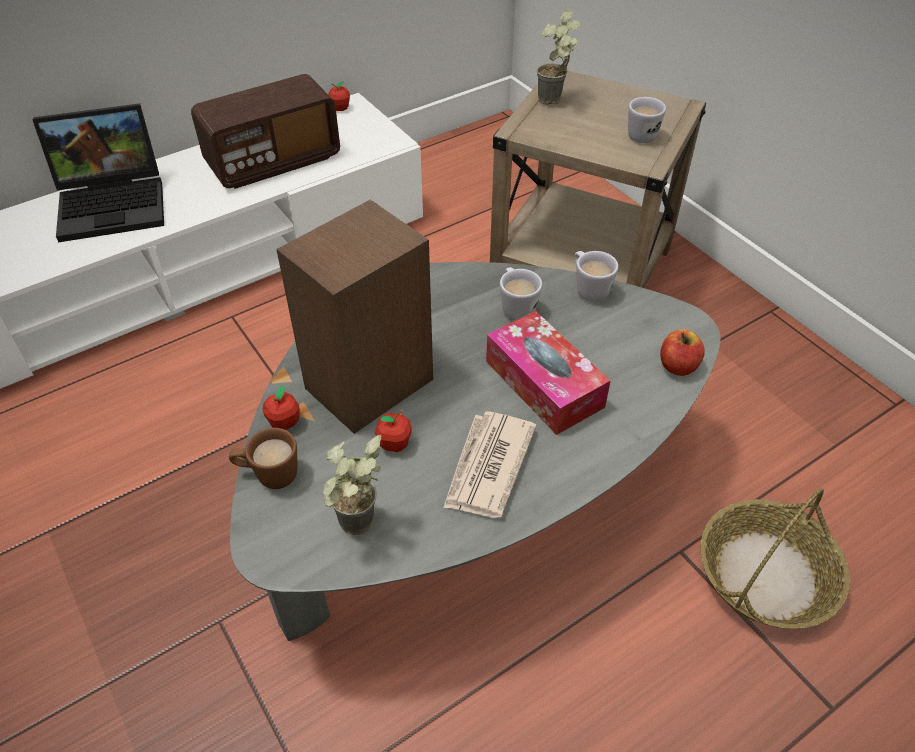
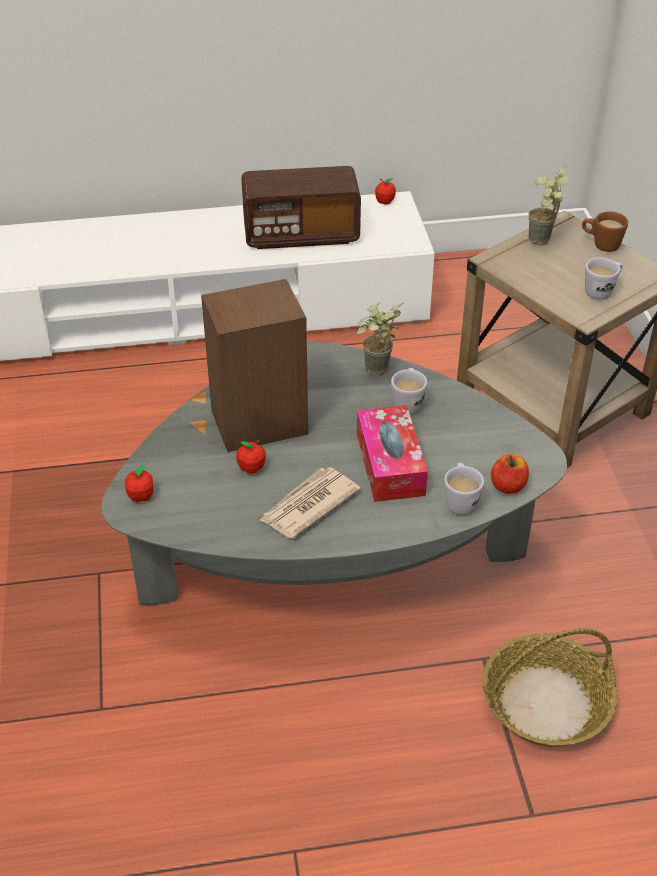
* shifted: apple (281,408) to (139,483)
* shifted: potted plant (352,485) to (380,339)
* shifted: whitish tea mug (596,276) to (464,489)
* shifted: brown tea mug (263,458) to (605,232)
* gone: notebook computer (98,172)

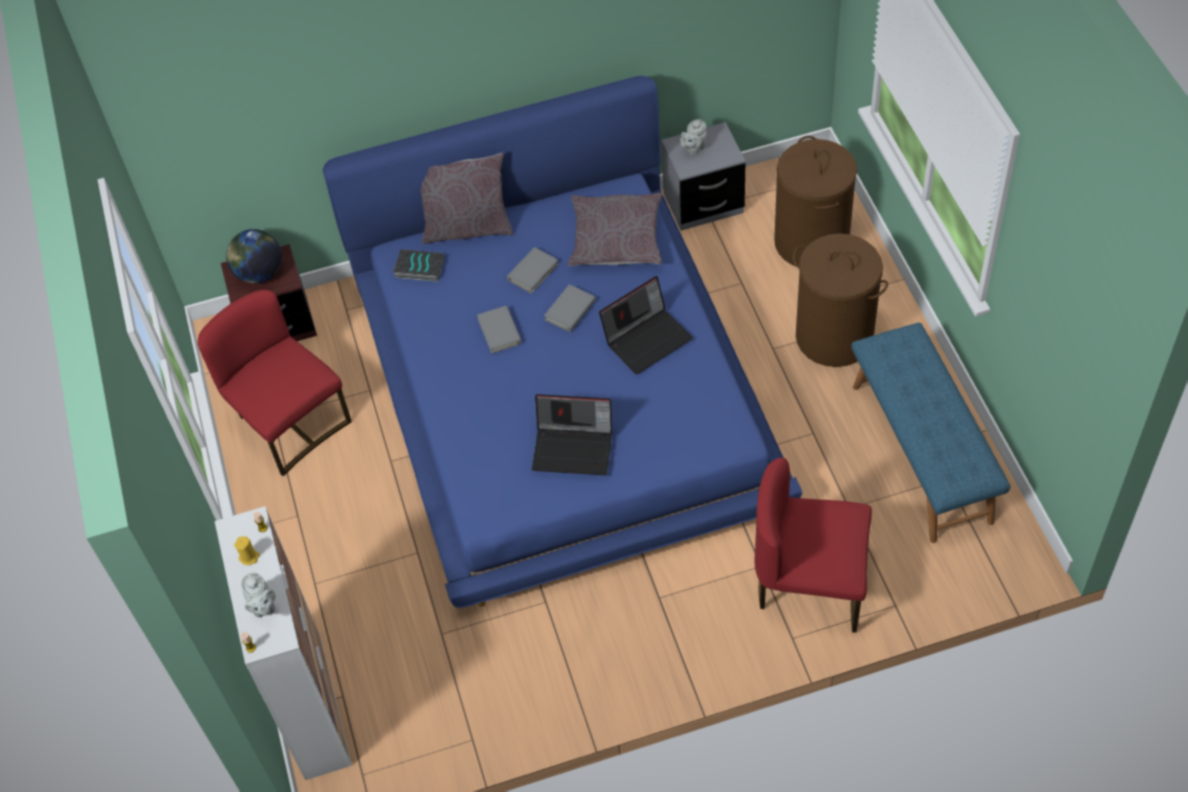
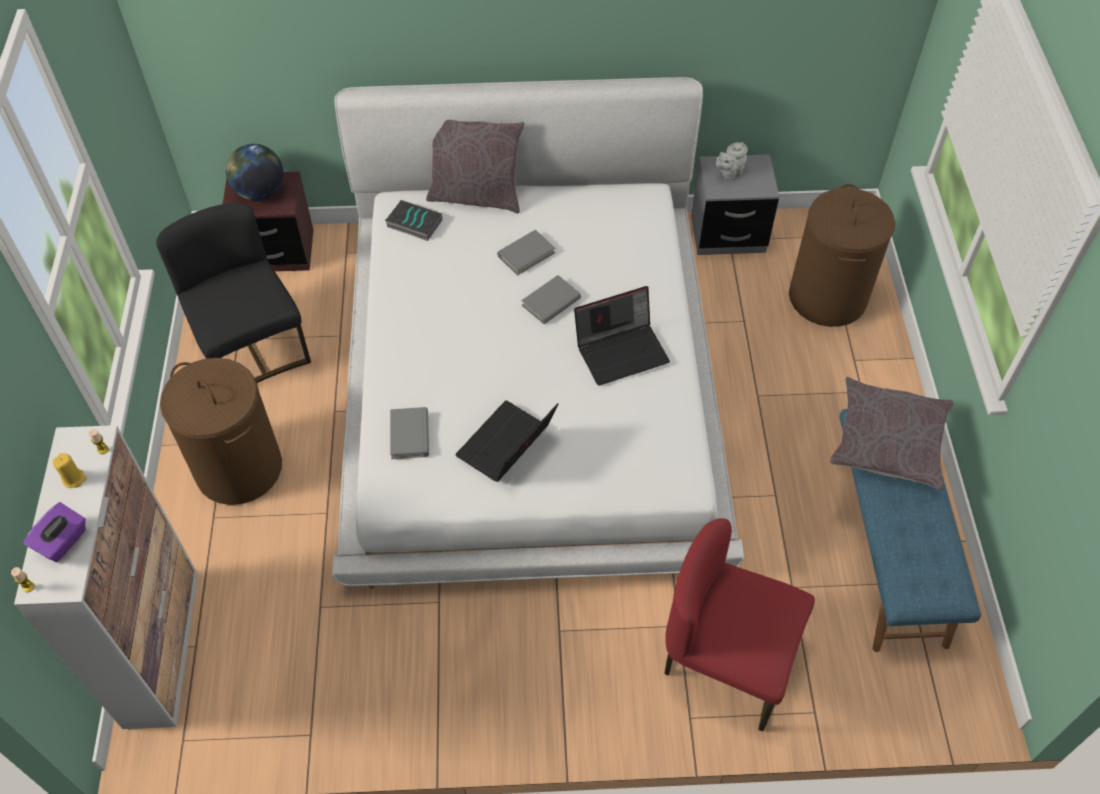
* swapped: greyish teapot (258,595) to purplish box of tissues (54,532)
* repainted: red upright chair (275,383) to blackish upright chair (233,293)
* shifted: brown hamper (840,300) to (221,431)
* repainted: blue-coloured bed (562,342) to whitish bed (538,333)
* shifted: greyish bound book (499,330) to (409,433)
* rotated: notebook computer (572,434) = (507,441) 105 degrees clockwise
* shifted: greyish cushion (615,229) to (892,433)

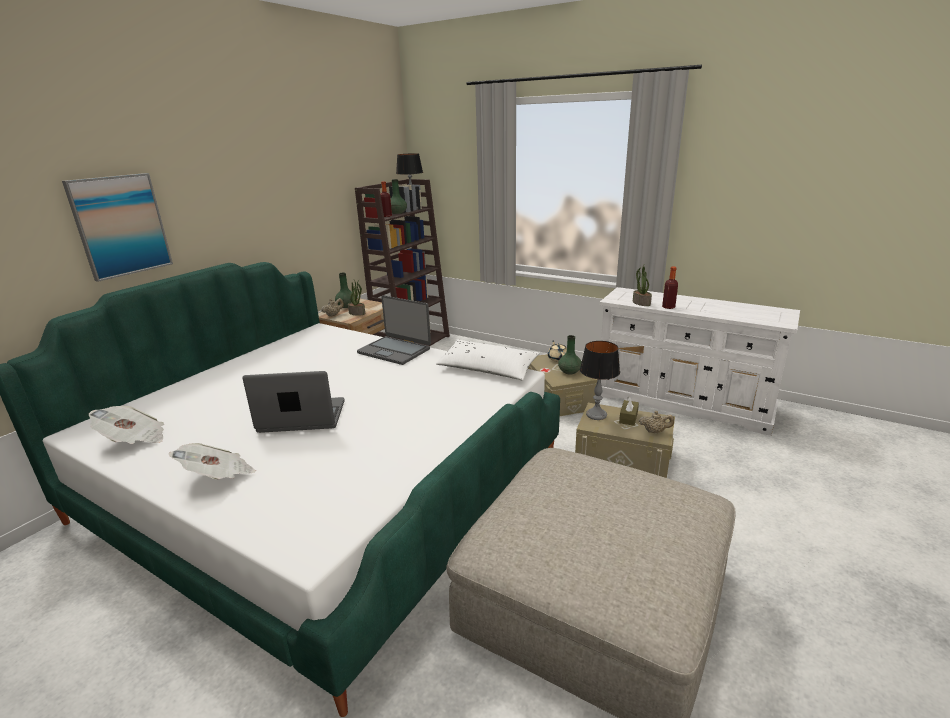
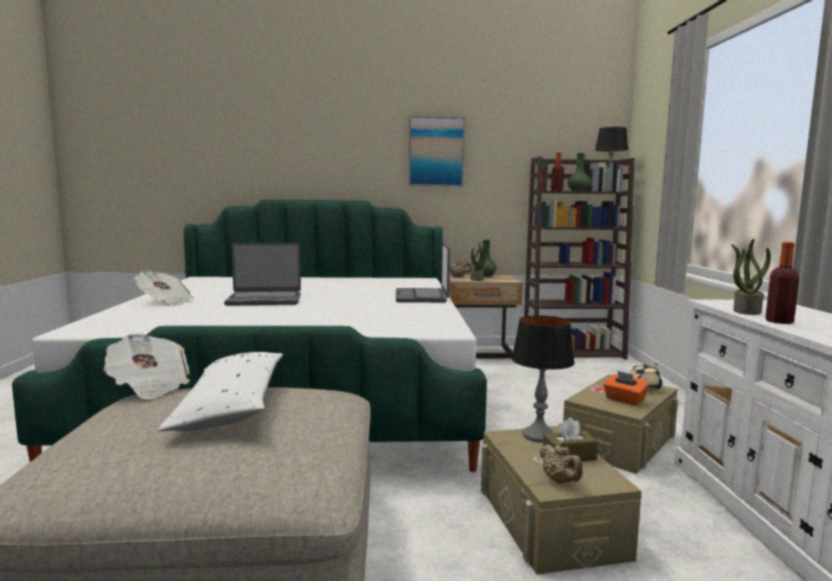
* shifted: daily paper (126,425) to (146,366)
* shifted: whitish cushion (488,359) to (220,391)
* rotated: notebook computer (293,402) = (262,274) 120 degrees clockwise
* shifted: wall art (117,227) to (437,151)
* swapped: green-coloured decorative vase (570,354) to orangey box of tissues (626,388)

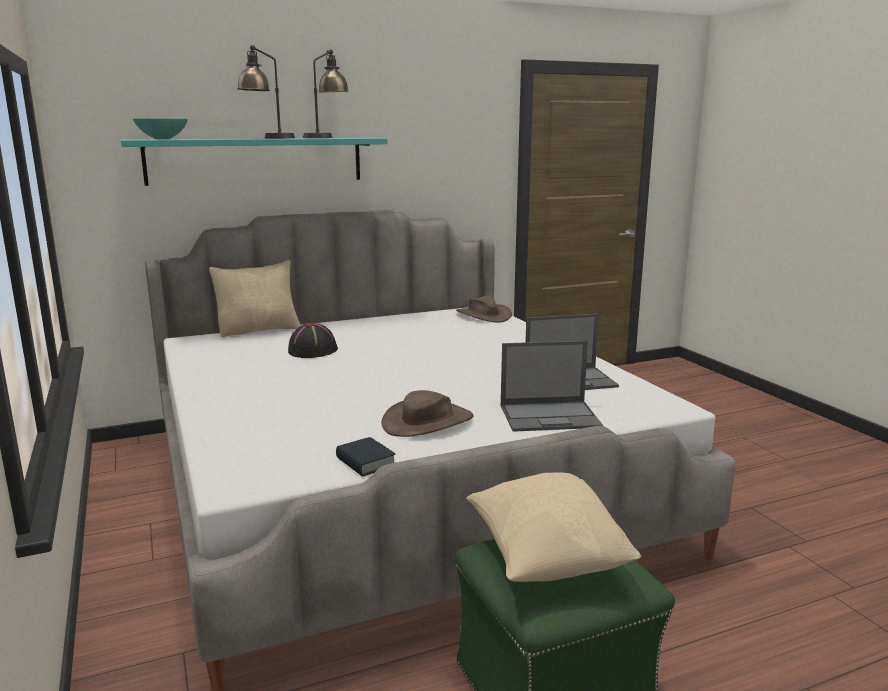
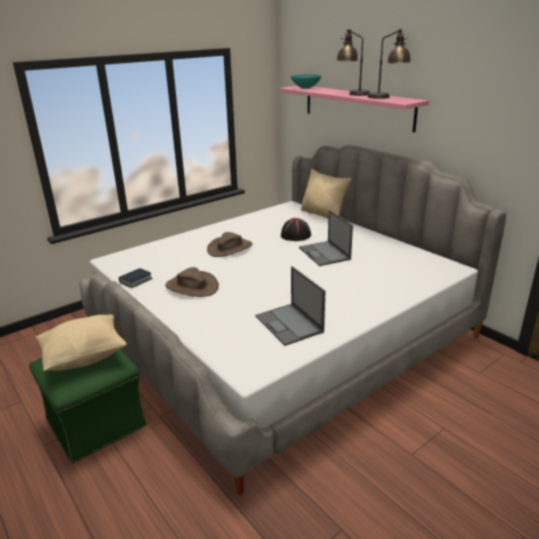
* shifted: brown clothing hat (484,309) to (229,244)
* repainted: turquoise wall shelf (254,162) to pink wall shelf (354,109)
* shifted: notebook computer (551,386) to (326,238)

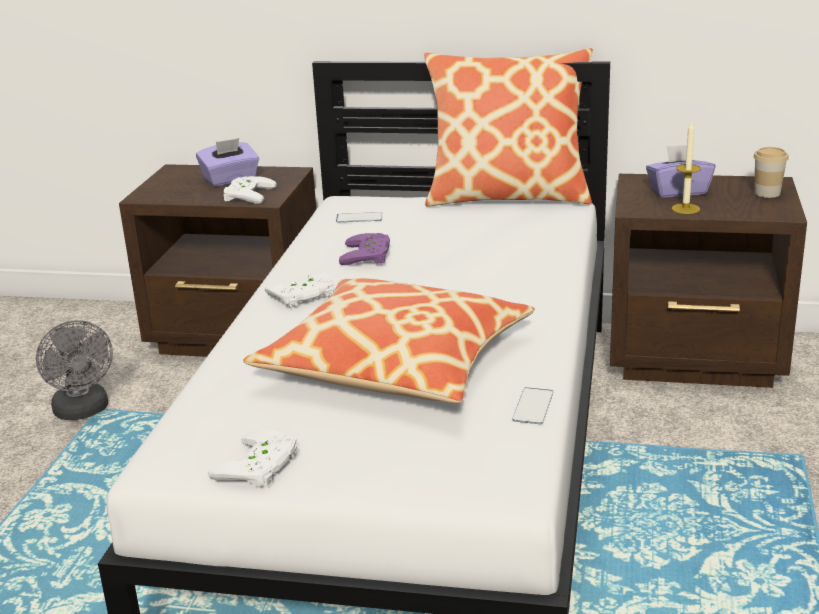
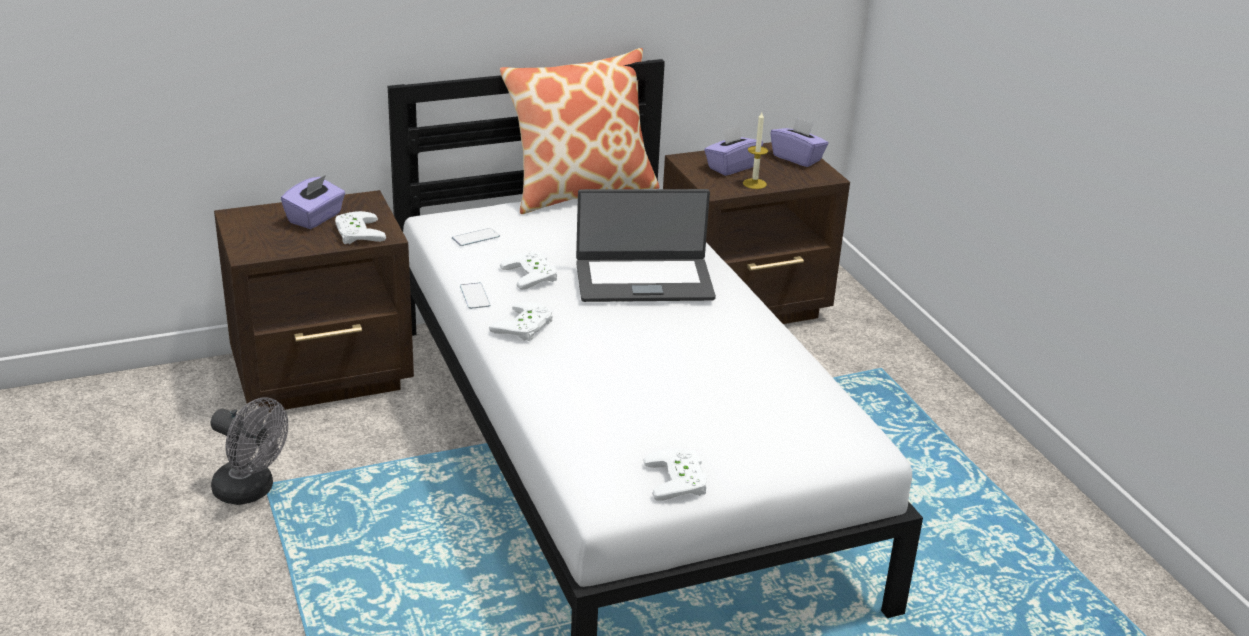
* shifted: handset (533,405) to (475,296)
* repainted: purplish gamepad (364,249) to whitish gamepad (528,271)
* new: notebook computer (646,245)
* swapped: small cup (771,172) to purplish box of tissues (799,142)
* gone: cushion (389,340)

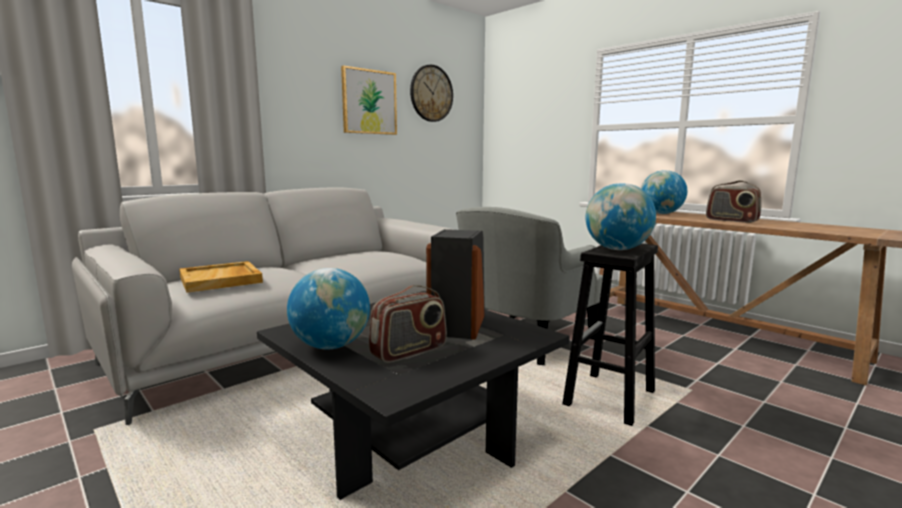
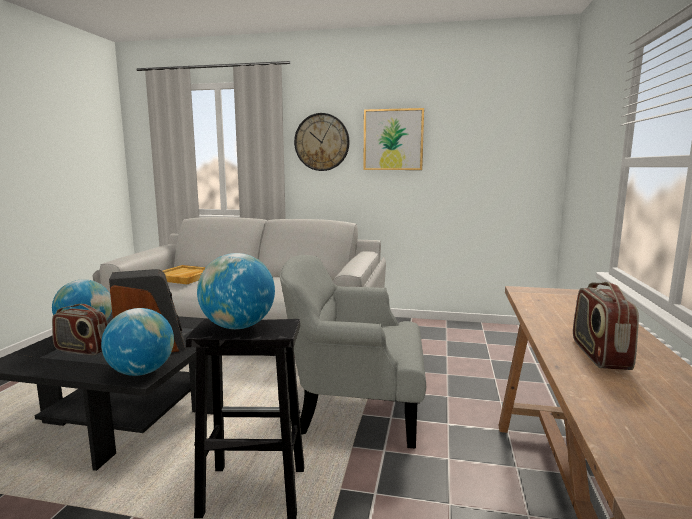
* shifted: world globe (664,192) to (137,342)
* shifted: clock on the wall (431,93) to (322,142)

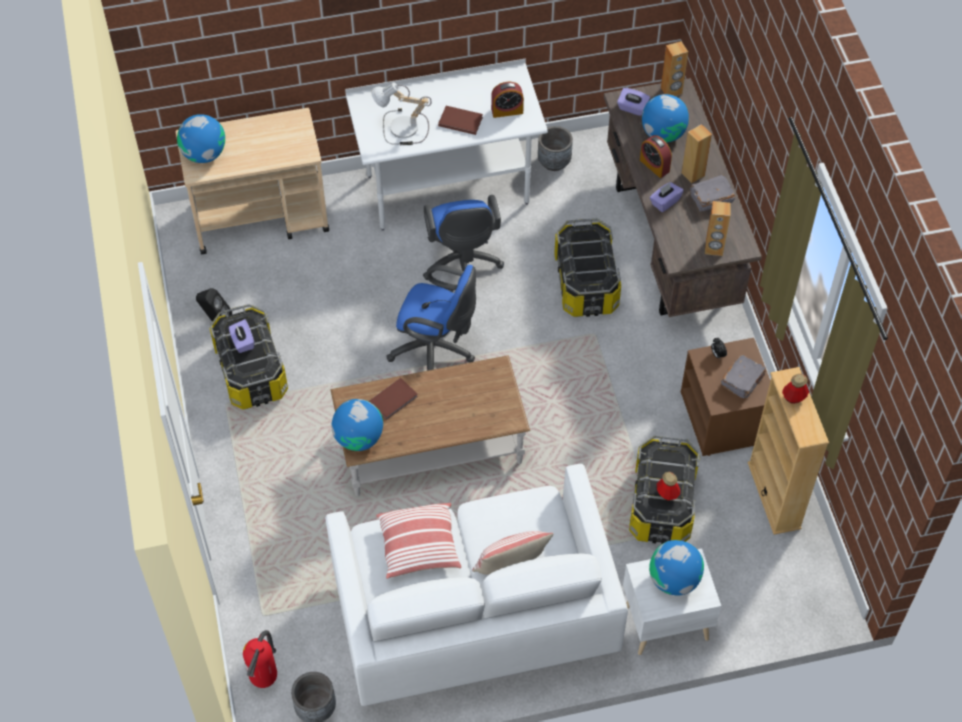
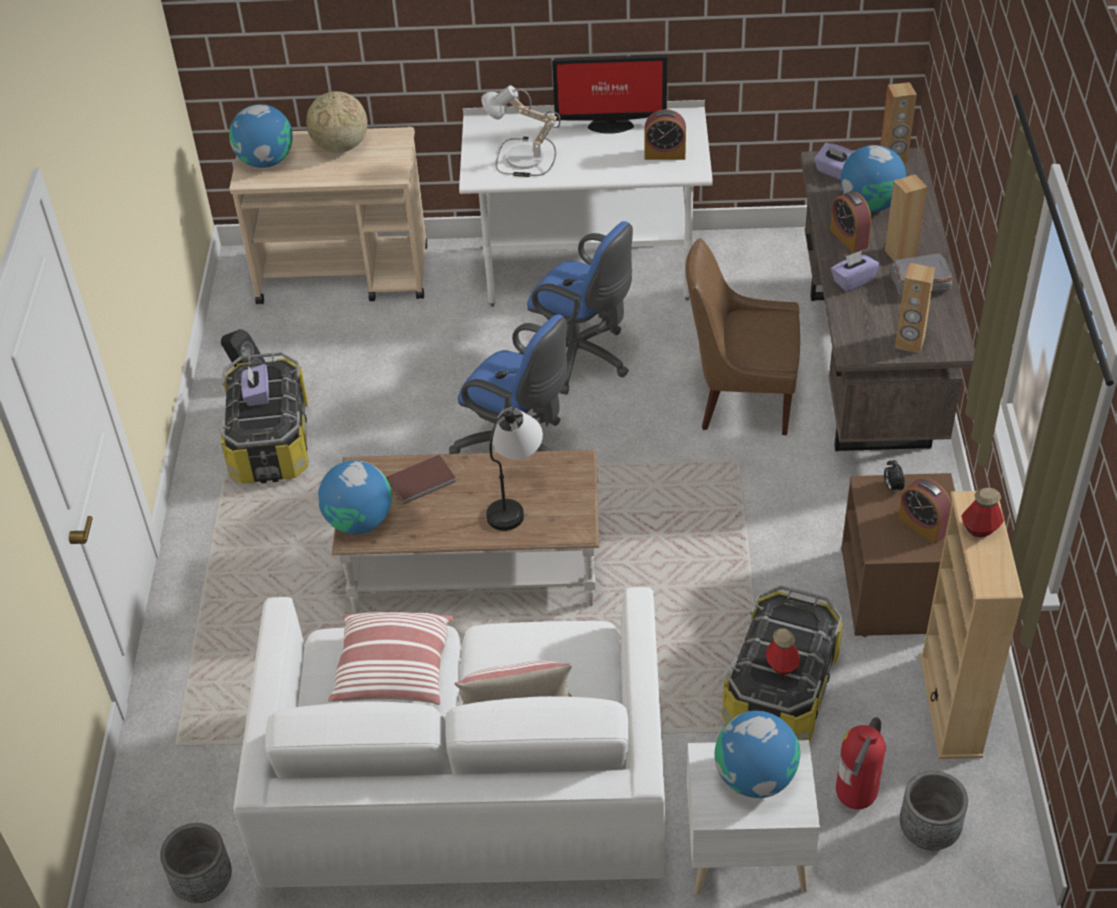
* new: world globe (337,122)
* new: table lamp (514,469)
* rotated: blue-coloured office chair (463,237) = (576,307) 60 degrees counterclockwise
* new: computer screen (609,94)
* swapped: storage container (587,267) to brown upright chair (742,336)
* shifted: fire extinguisher (260,659) to (861,763)
* swapped: greyish bound book (743,377) to bedside clock (925,511)
* shifted: greyish plant pot (555,148) to (934,810)
* gone: brown bound book (460,120)

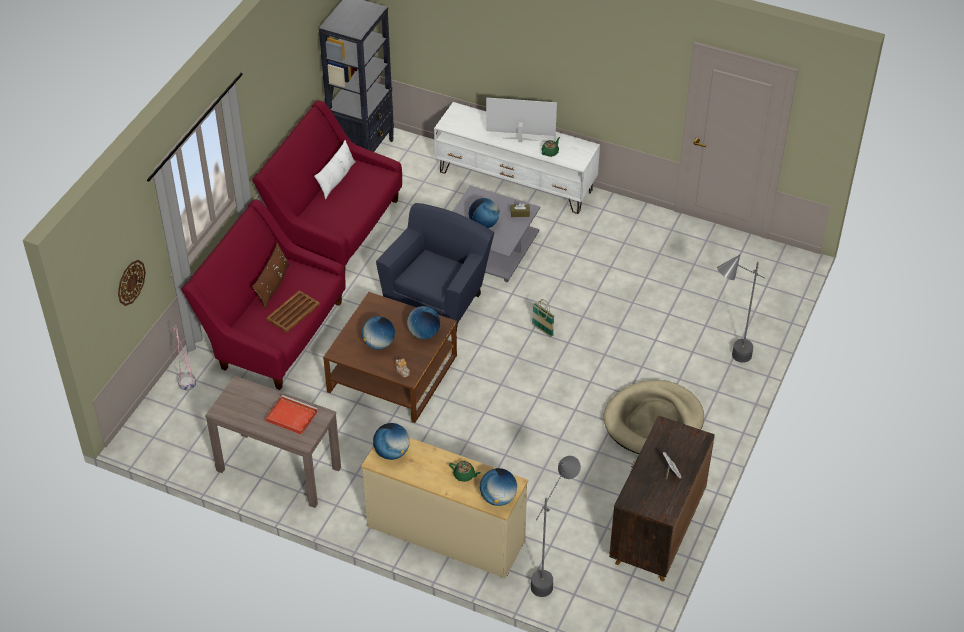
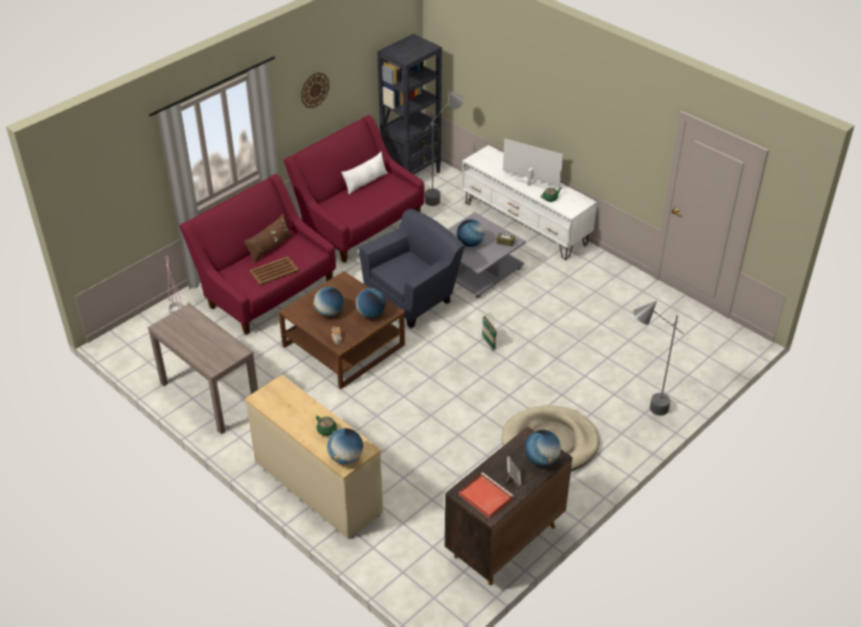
* shifted: clock on the wall (132,283) to (315,90)
* shifted: greyish standard lamp (556,526) to (444,148)
* shifted: red carrying tray (291,415) to (486,495)
* shifted: world globe (391,441) to (543,448)

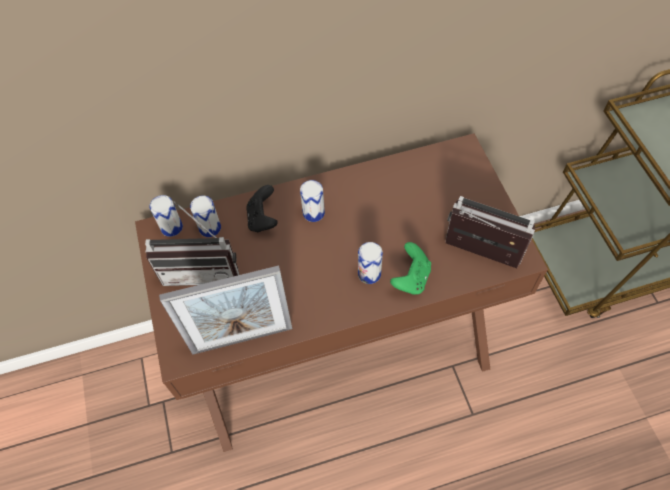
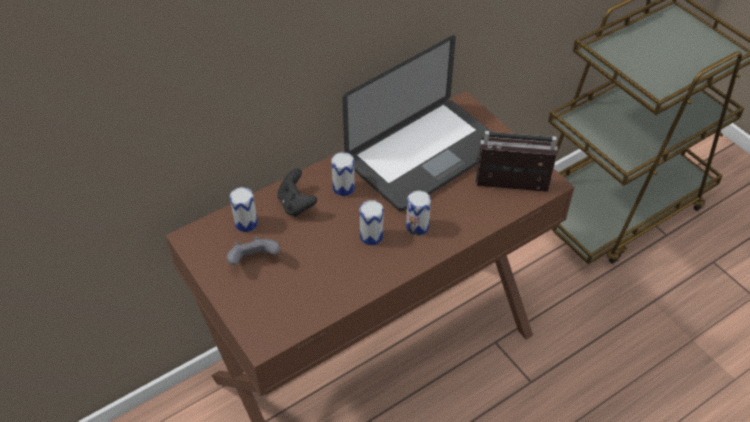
* swapped: radio receiver (192,243) to greyish gamepad (253,251)
* new: notebook computer (418,123)
* shifted: can (166,216) to (371,223)
* gone: photo frame (226,310)
* gone: green-coloured gamepad (410,268)

